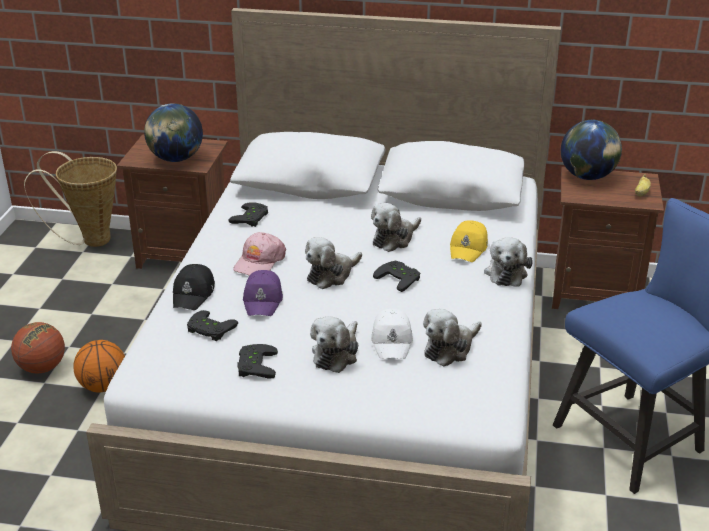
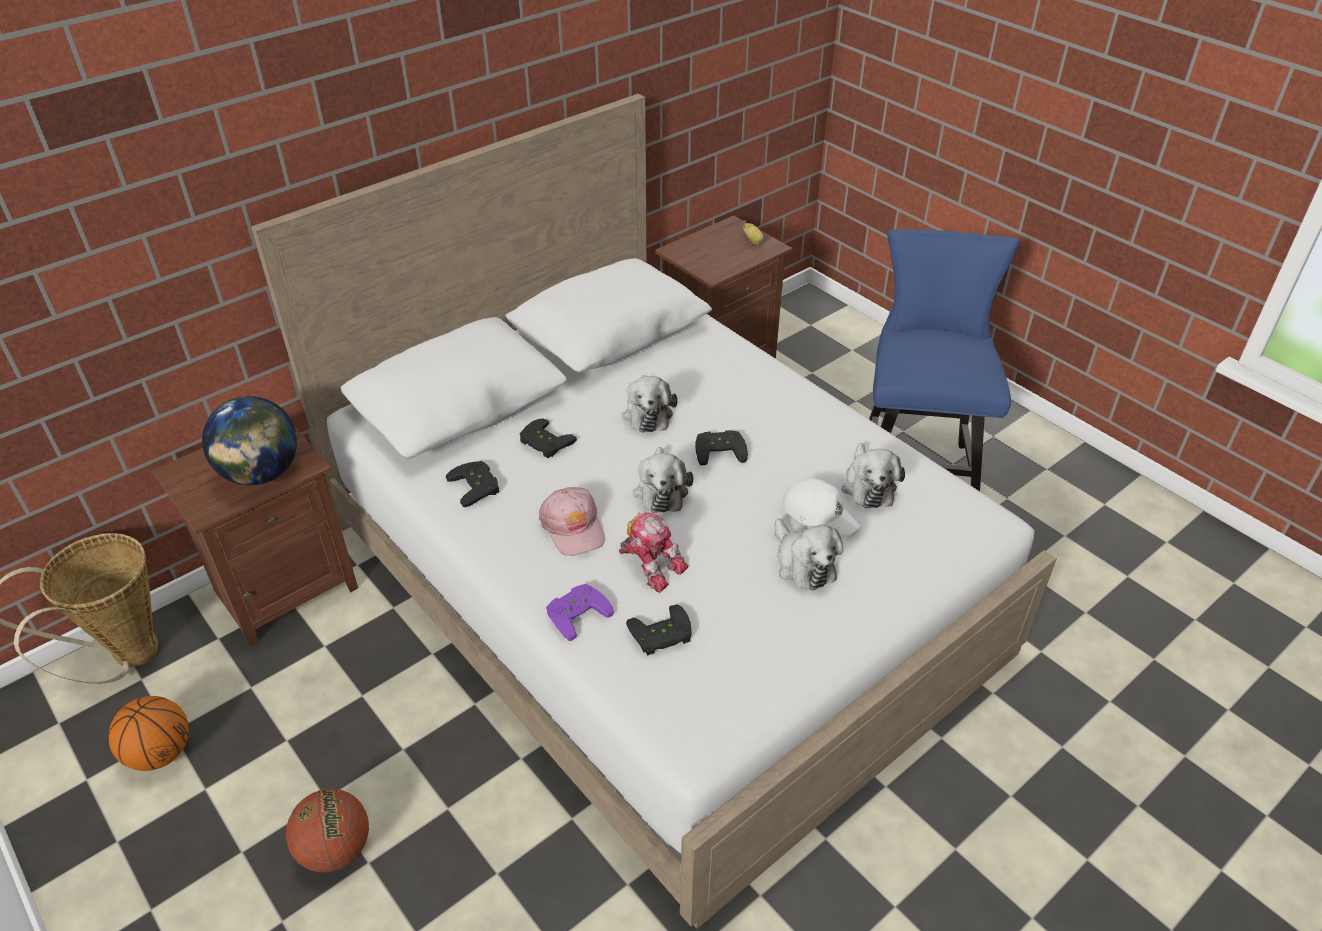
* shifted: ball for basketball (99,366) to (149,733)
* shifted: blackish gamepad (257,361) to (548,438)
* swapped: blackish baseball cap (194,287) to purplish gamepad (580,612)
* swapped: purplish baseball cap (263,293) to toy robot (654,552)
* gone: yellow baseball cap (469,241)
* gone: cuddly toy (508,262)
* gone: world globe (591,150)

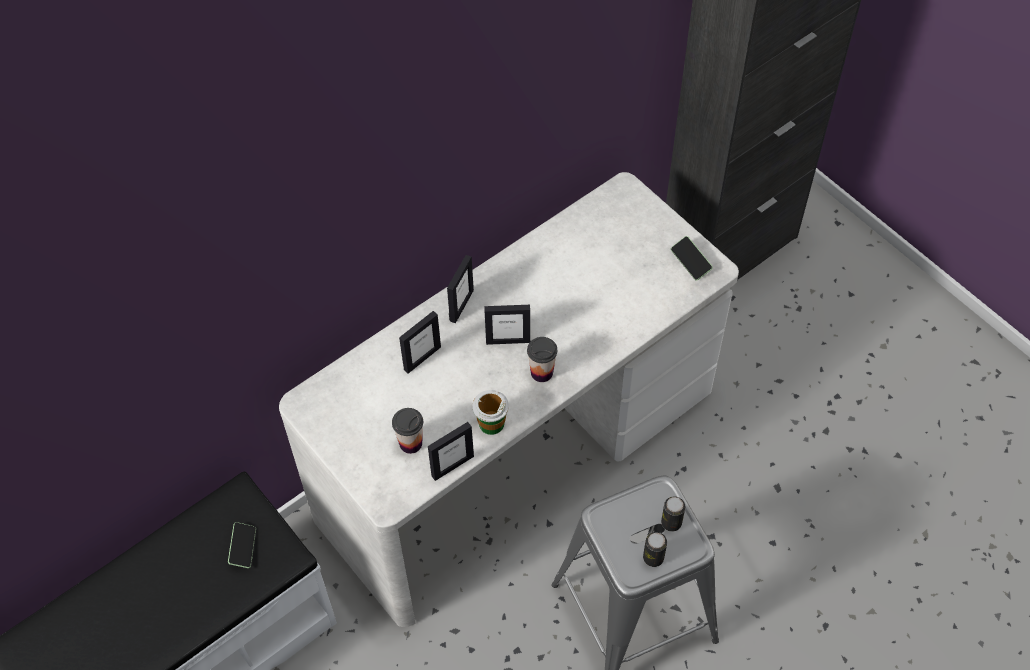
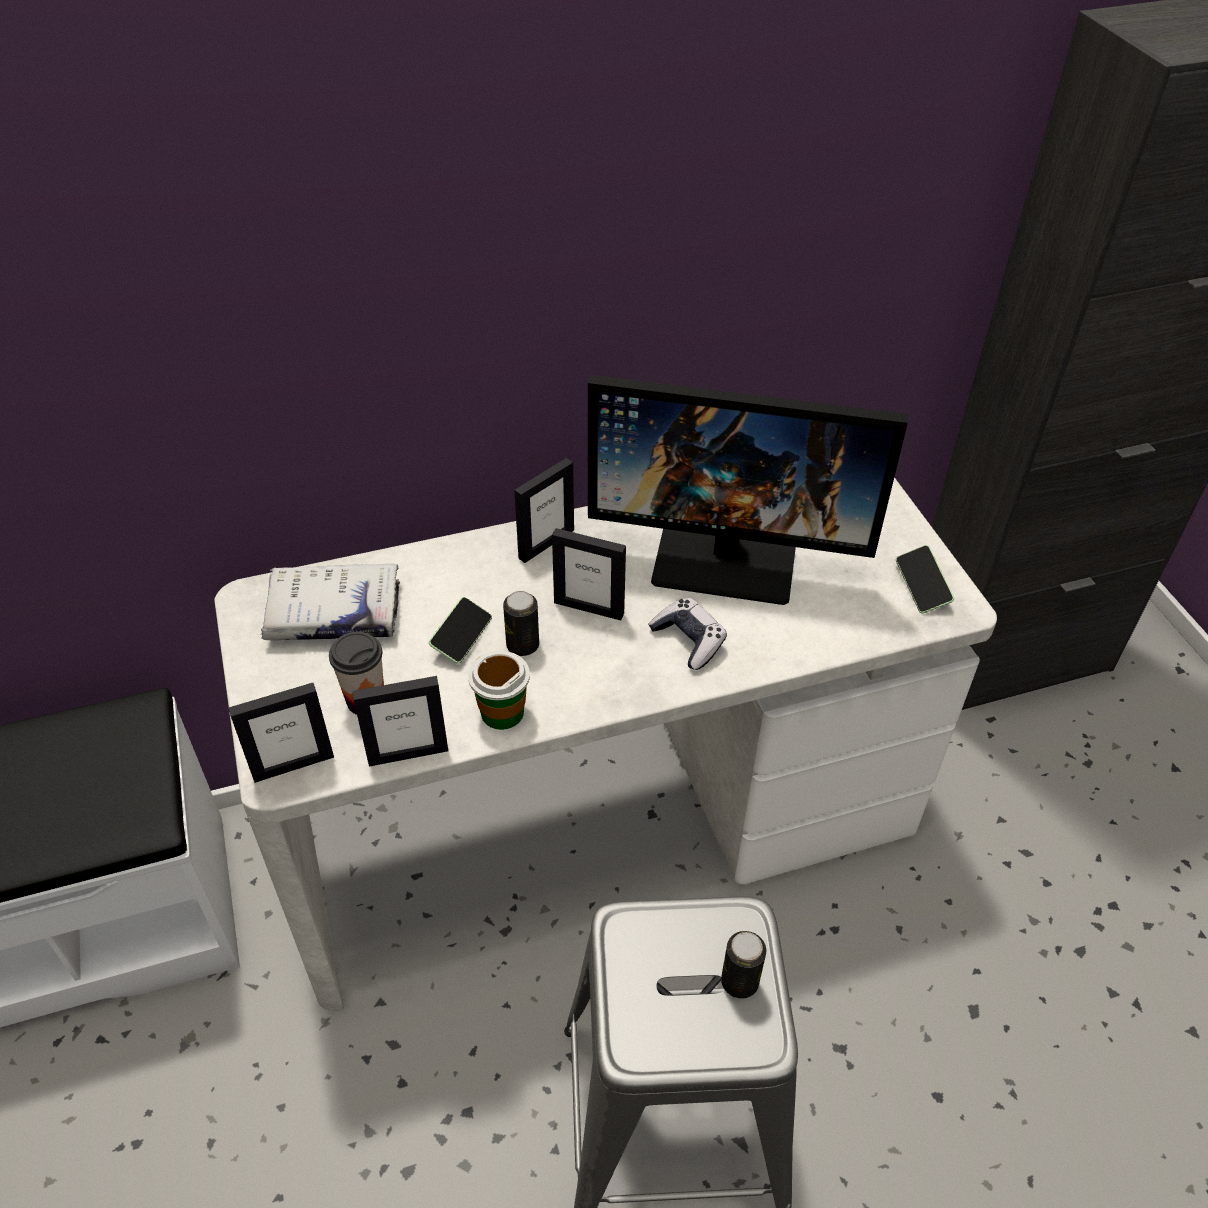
* shifted: photo frame (420,342) to (281,733)
* new: whitish bound book (330,602)
* shifted: handset (242,545) to (460,630)
* shifted: can (655,549) to (521,623)
* new: computer screen (748,490)
* new: gamepad (687,634)
* gone: small cup (542,359)

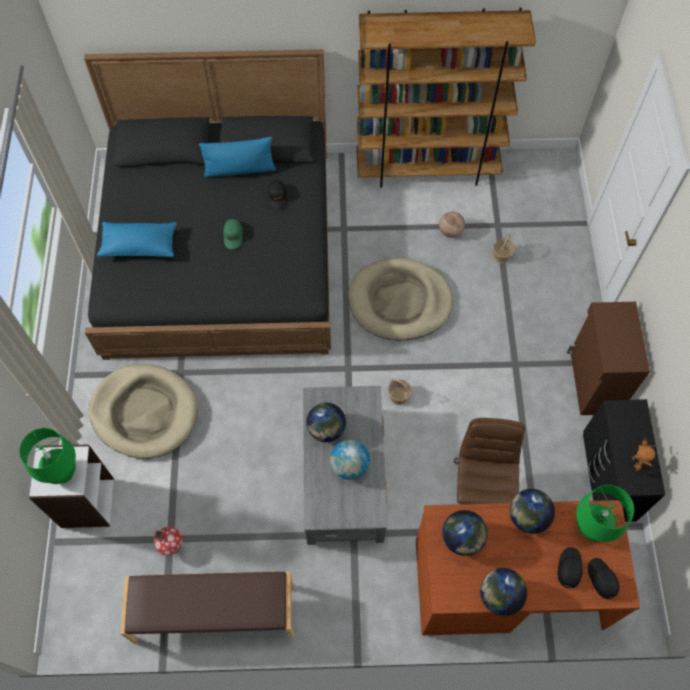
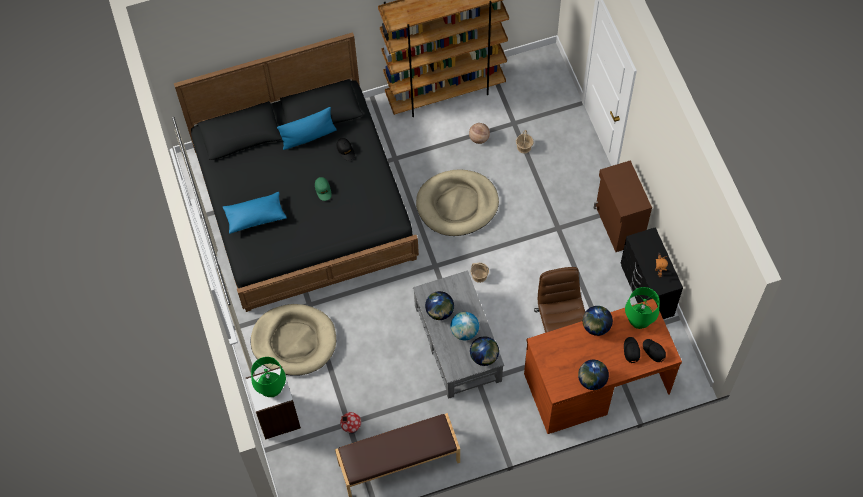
* shifted: world globe (464,533) to (484,351)

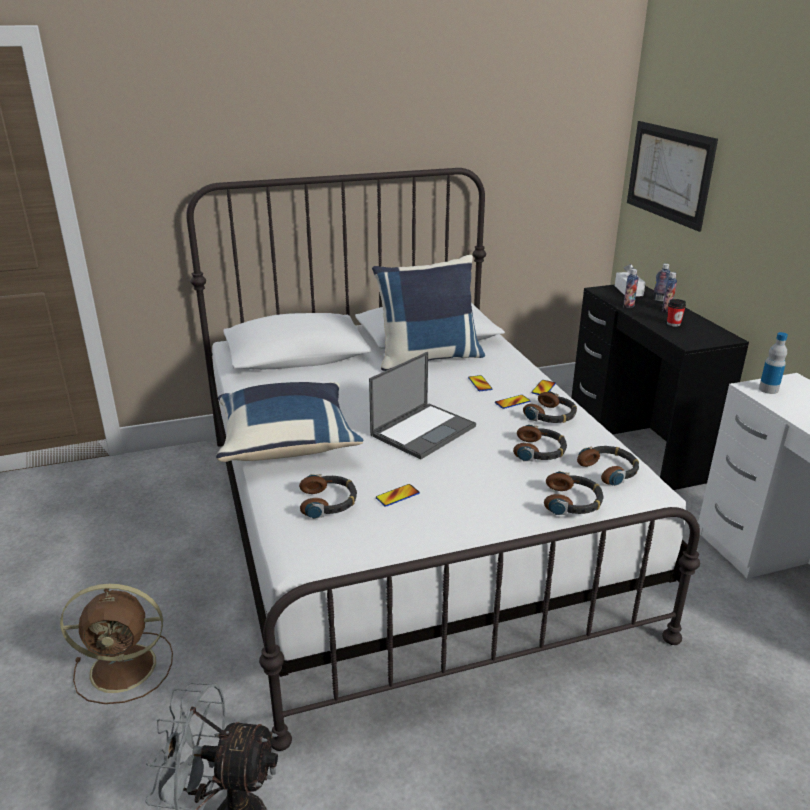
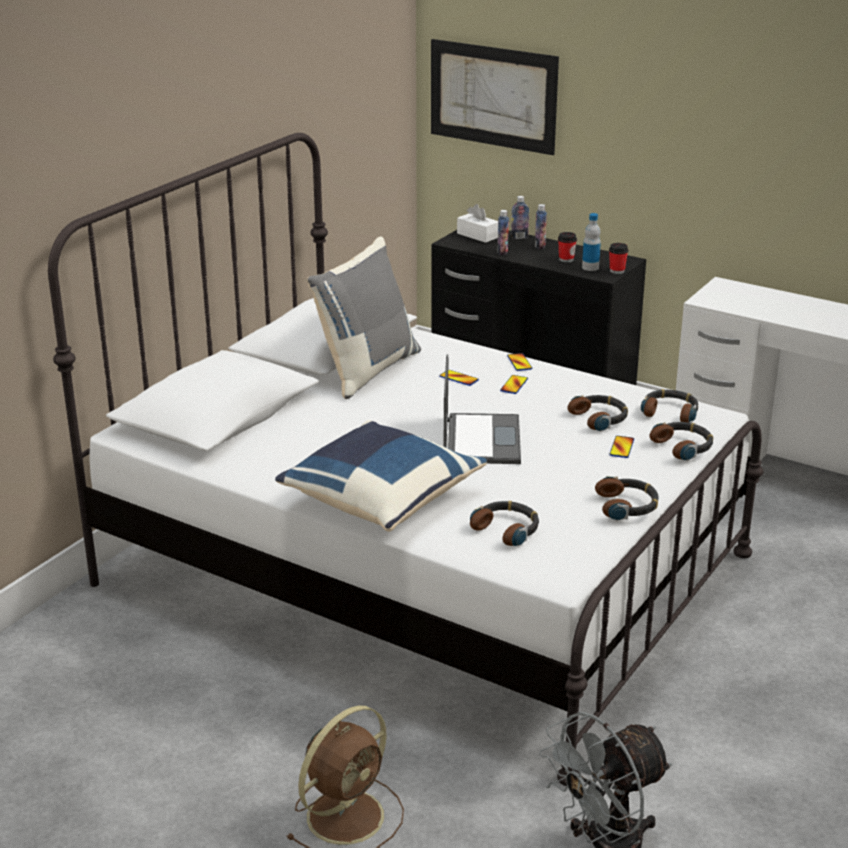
* repainted: blue-coloured cushion (428,313) to greyish cushion (364,317)
* shifted: drink bottle (773,363) to (591,242)
* shifted: headphones (550,407) to (626,498)
* new: small cup (619,258)
* shifted: handset (398,495) to (621,447)

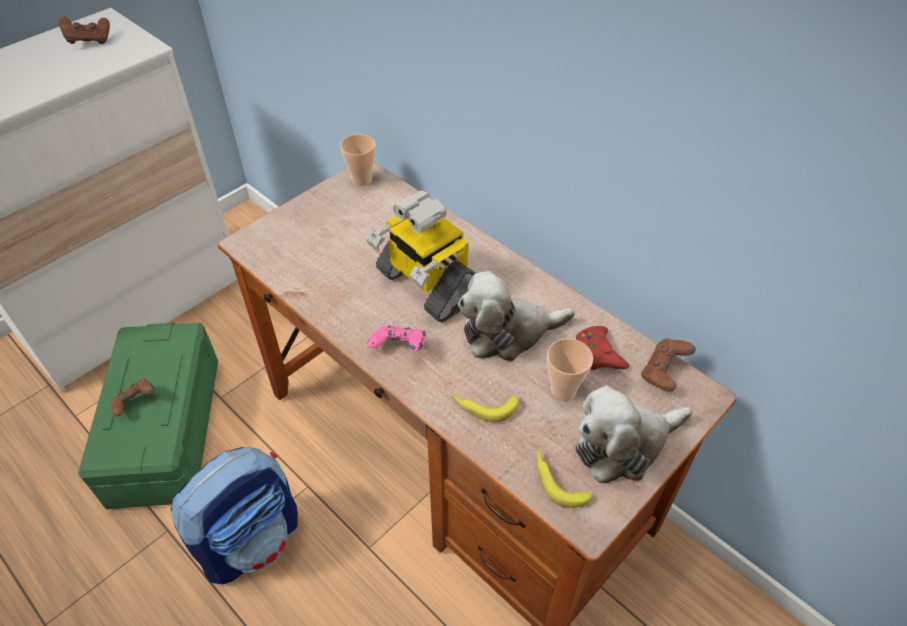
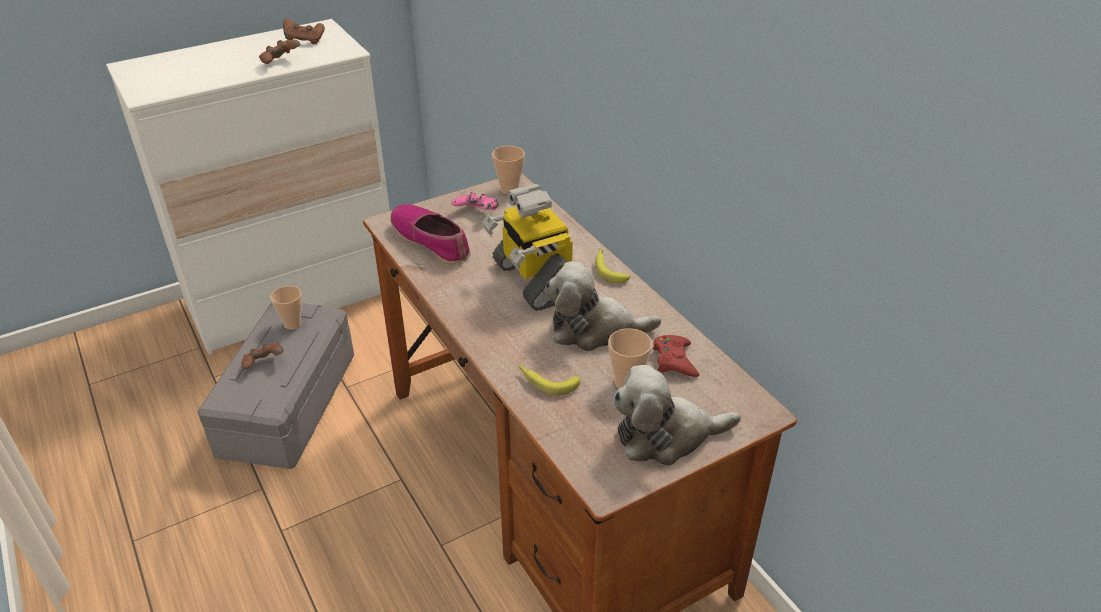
* repainted: green-coloured storage container (148,416) to greyish storage container (275,386)
* shifted: brown gamepad (668,365) to (280,52)
* new: small cup (286,308)
* new: low shoe (430,234)
* shifted: pink gamepad (396,338) to (474,201)
* shifted: banana (564,478) to (612,265)
* gone: knapsack (234,515)

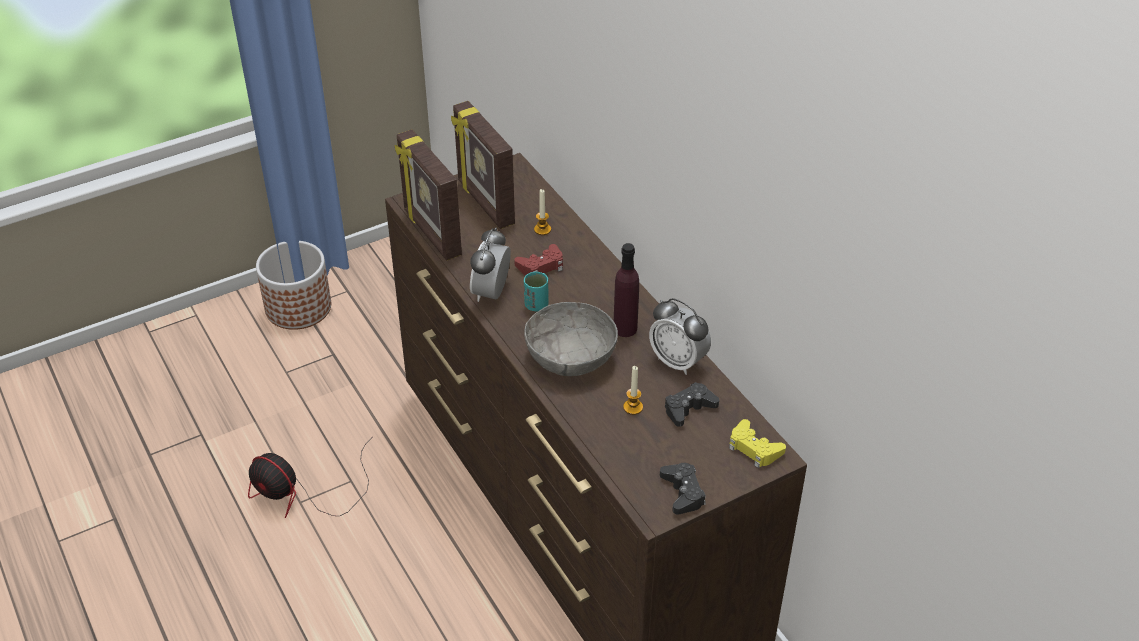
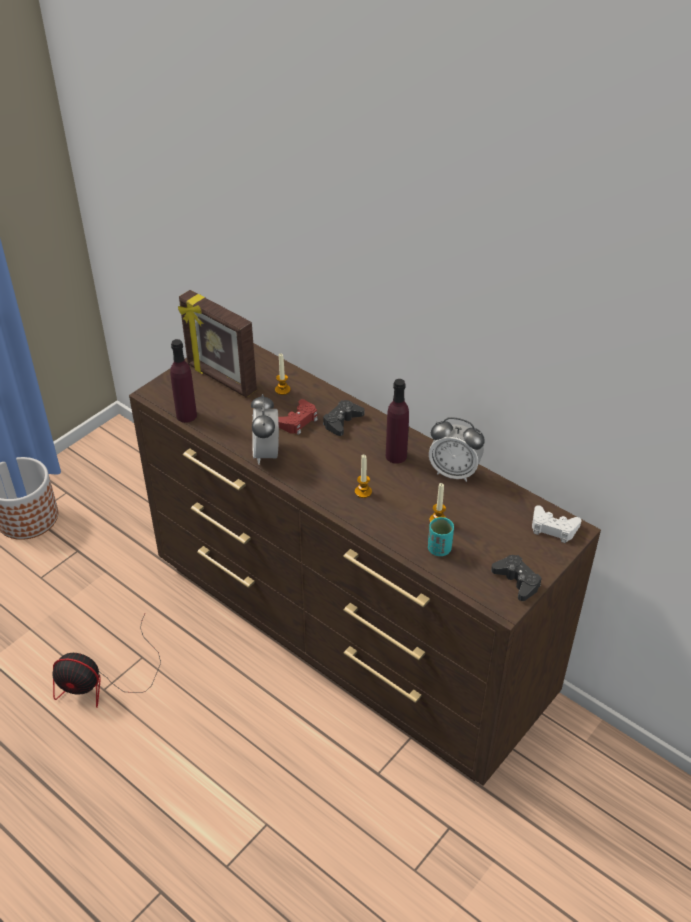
* swapped: photo frame (428,194) to purplish drink bottle (183,381)
* shifted: blackish gamepad (692,404) to (343,418)
* swapped: greyish bowl (571,339) to candle (363,476)
* shifted: turquoise small cup (536,291) to (441,536)
* repainted: yellow gamepad (757,443) to whitish gamepad (557,524)

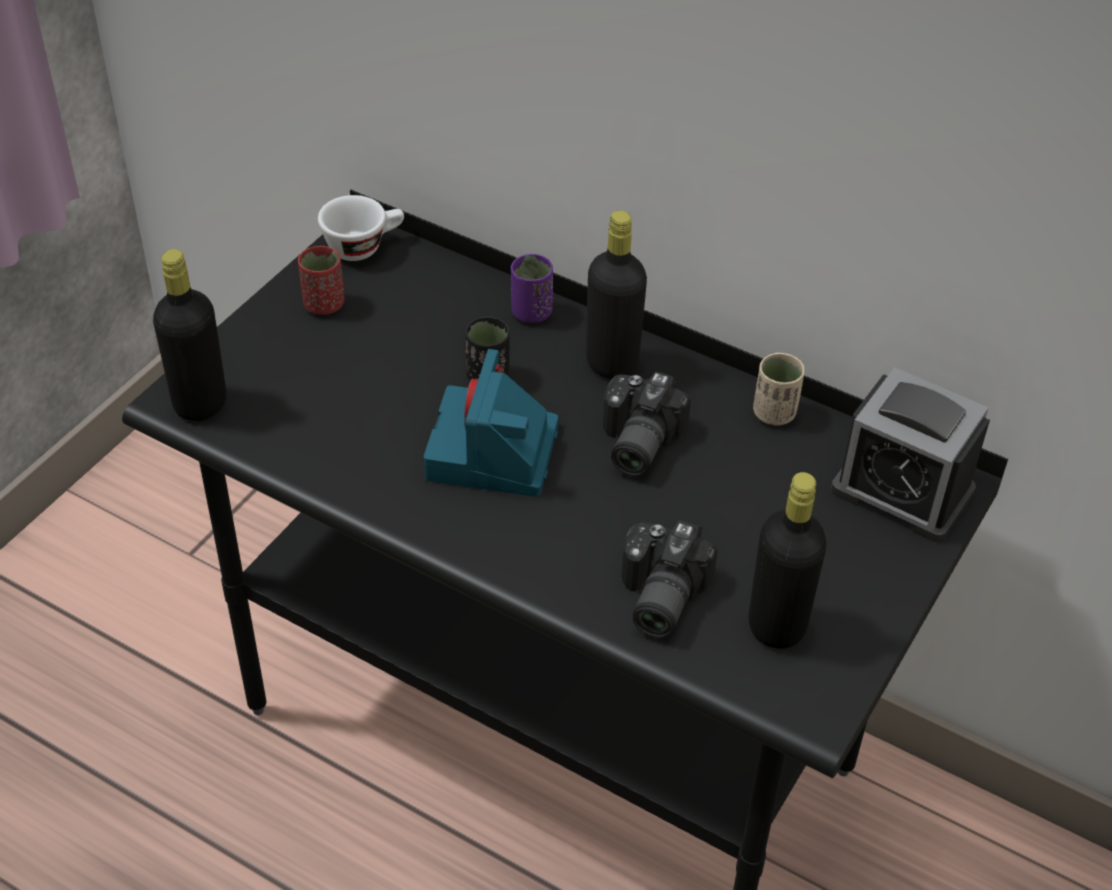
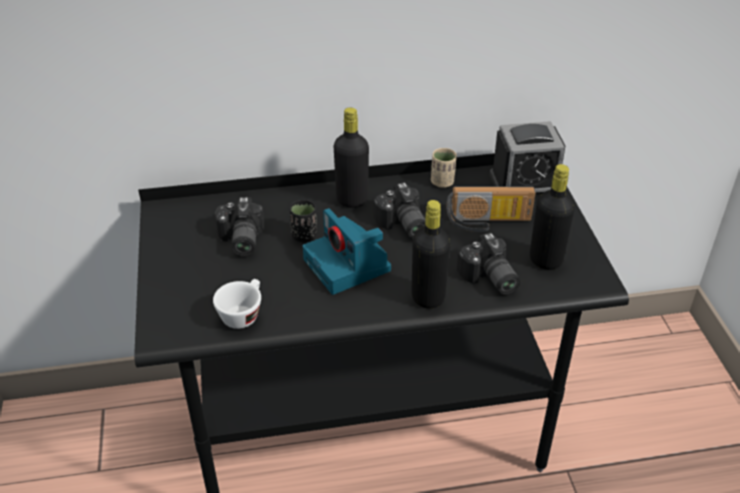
* shifted: whitish small cup (361,228) to (237,304)
* new: still camera (239,226)
* shifted: blackish drink bottle (189,335) to (430,254)
* new: radio receiver (491,209)
* gone: red small cup (321,280)
* gone: purplish small cup (532,288)

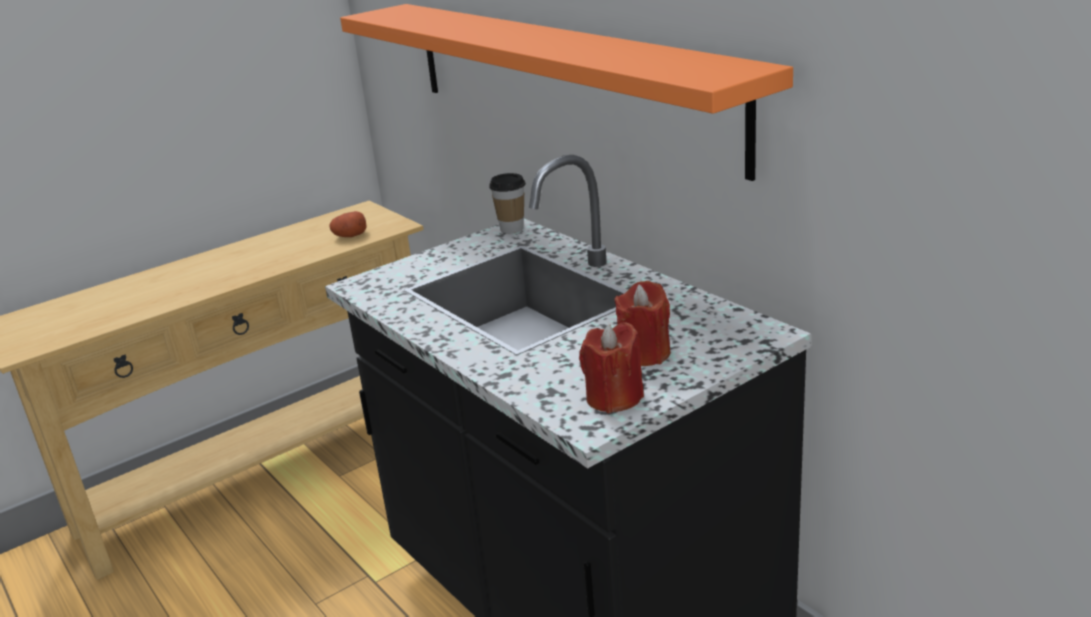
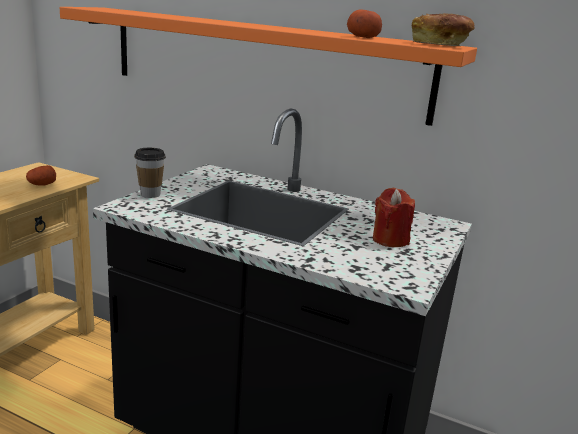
* shifted: small cup (507,203) to (150,173)
* new: spud (364,24)
* new: bakery bread (443,29)
* gone: red candle (611,367)

